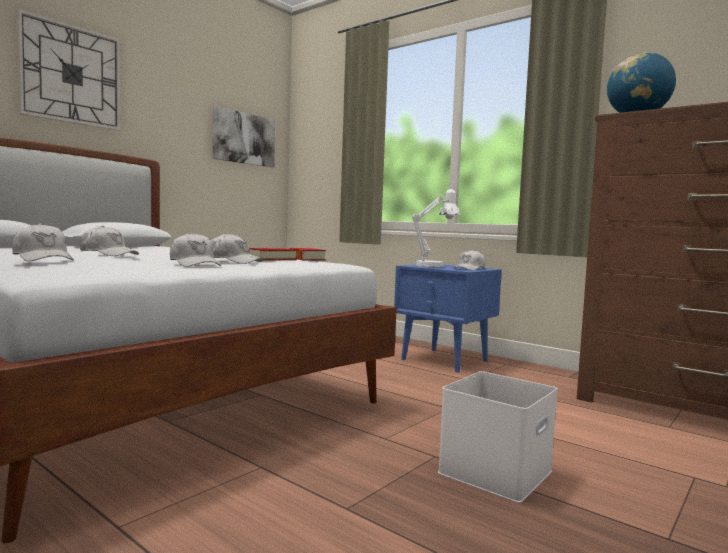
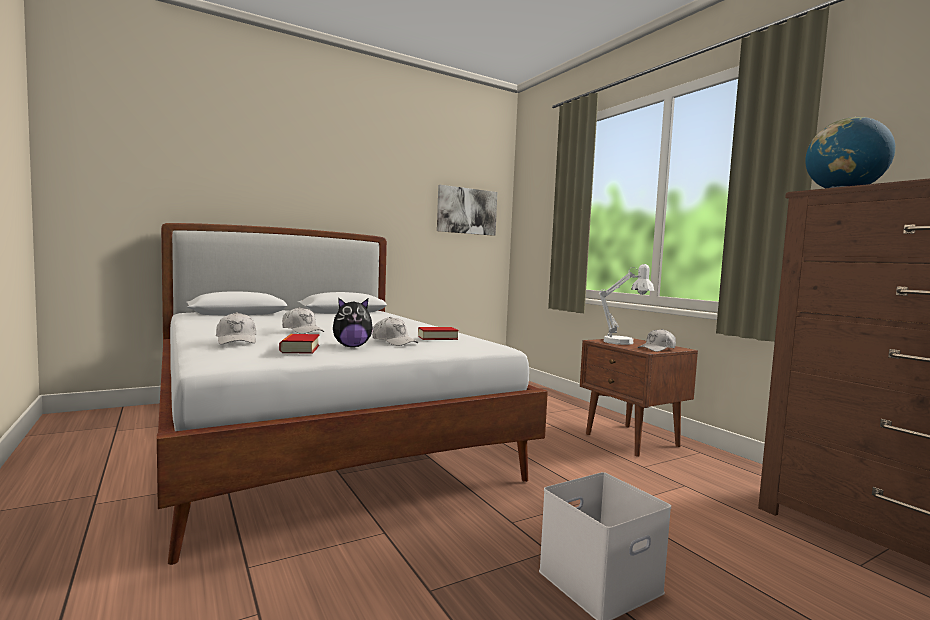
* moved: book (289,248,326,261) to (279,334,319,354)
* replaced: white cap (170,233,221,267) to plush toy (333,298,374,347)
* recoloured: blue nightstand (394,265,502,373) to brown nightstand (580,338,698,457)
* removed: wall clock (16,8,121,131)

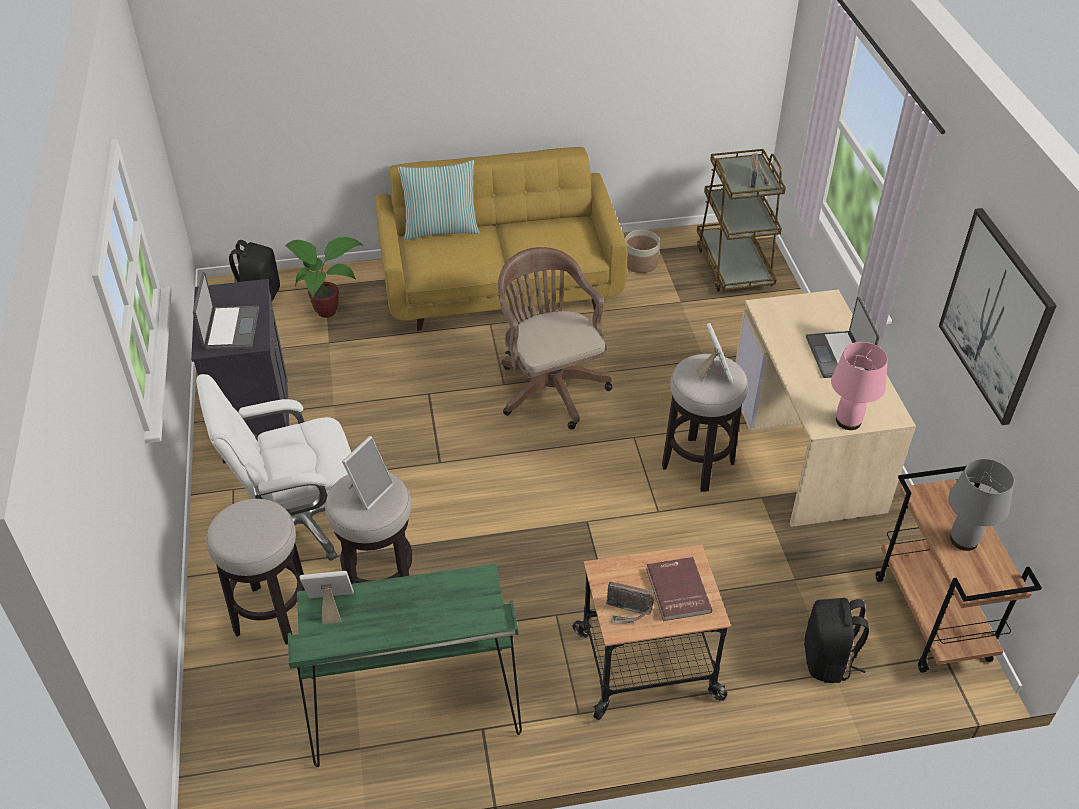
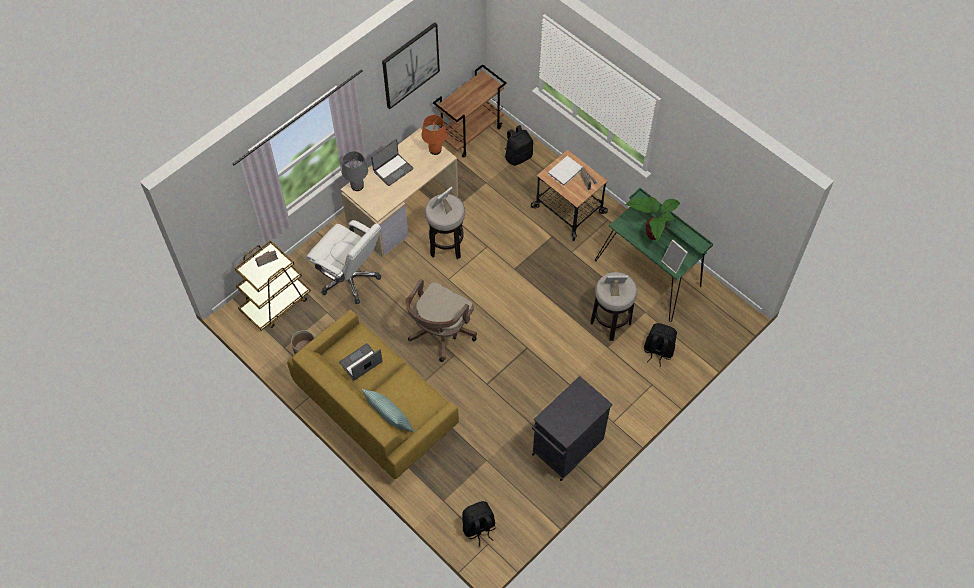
* moved: white office chair (196,374,351,561) to (306,220,381,304)
* moved: laptop (193,272,259,350) to (339,343,383,380)
* moved: grey table lamp (948,459,1014,551) to (342,151,368,191)
* recoloured: pink table lamp (831,342,888,430) to orange table lamp (421,115,447,155)
* recoloured: red book (646,557,712,621) to white book (548,156,583,186)
* moved: potted plant (285,237,364,318) to (626,197,680,242)
* replaced: stool (206,499,305,645) to black backpack (644,323,677,367)

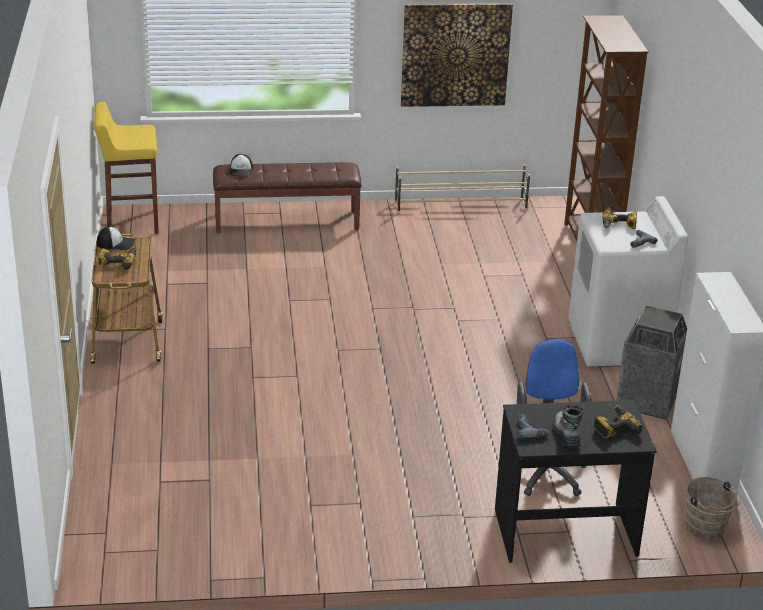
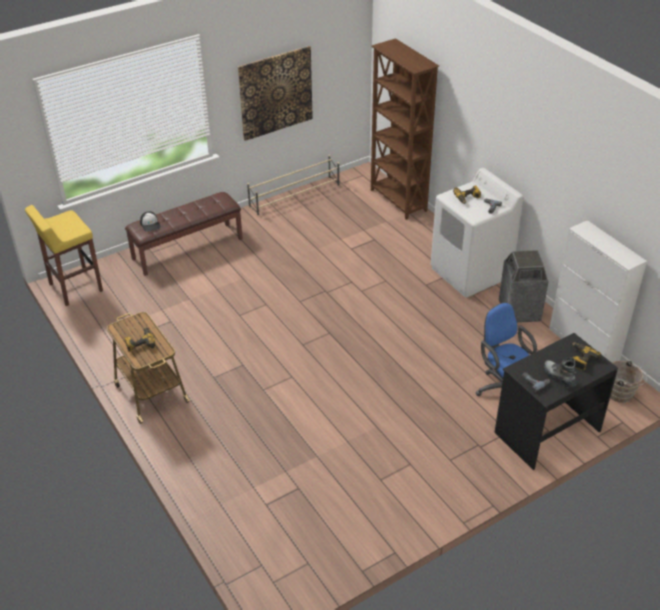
* removed: cap (97,226,135,250)

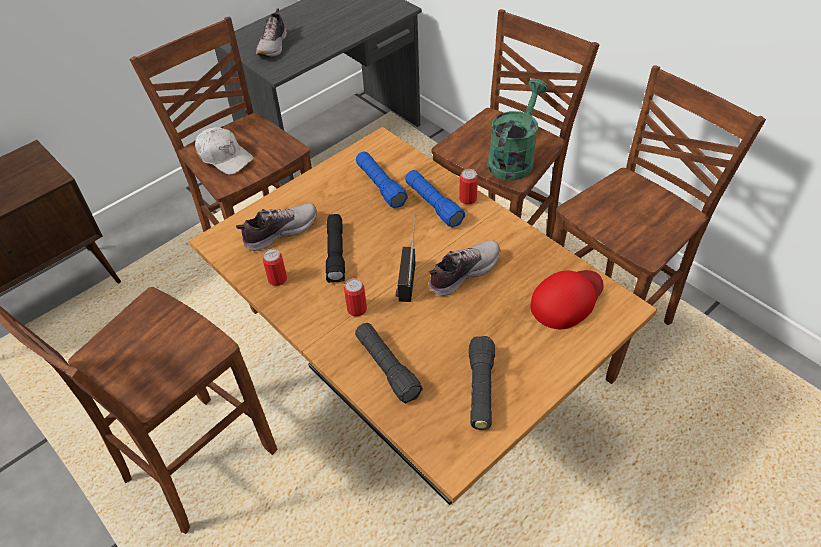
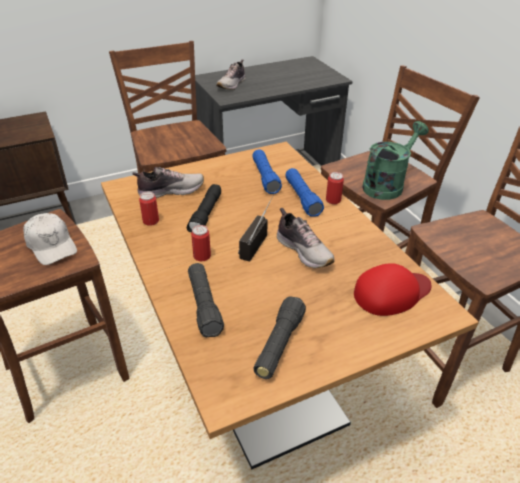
* moved: white cap (195,127,254,175) to (23,213,77,265)
* turned: shoe (429,240,500,296) = (277,208,334,268) 75 degrees clockwise

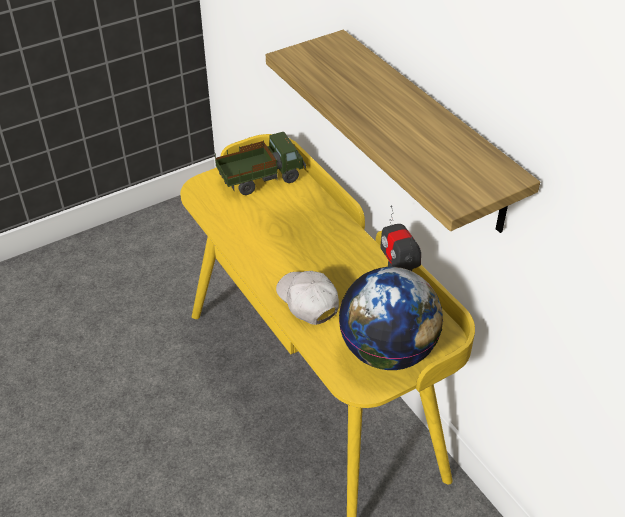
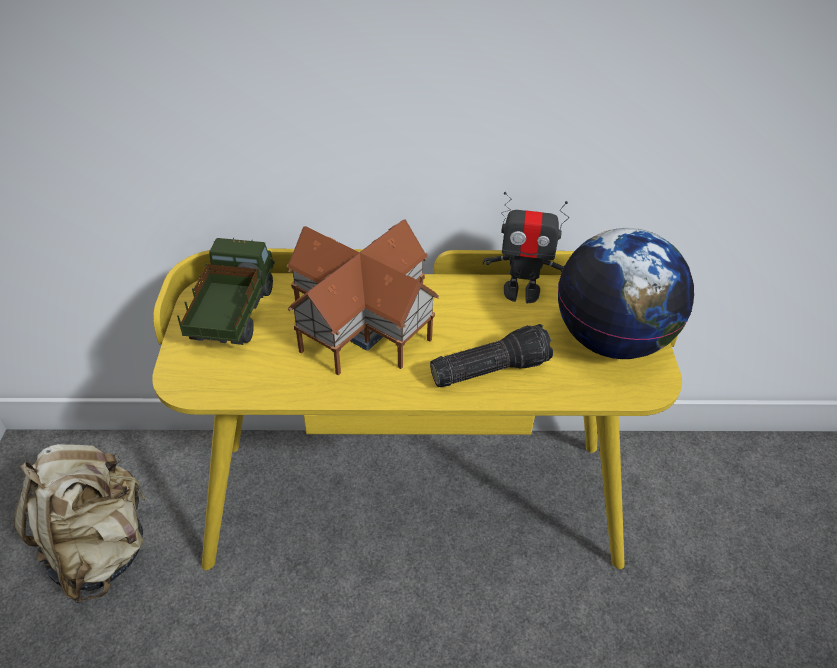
* added: beige backpack (14,444,147,603)
* added: toy house (286,219,439,375)
* replaced: white cap (276,271,339,325) to flashlight (430,324,553,387)
* removed: shelf (266,30,540,233)

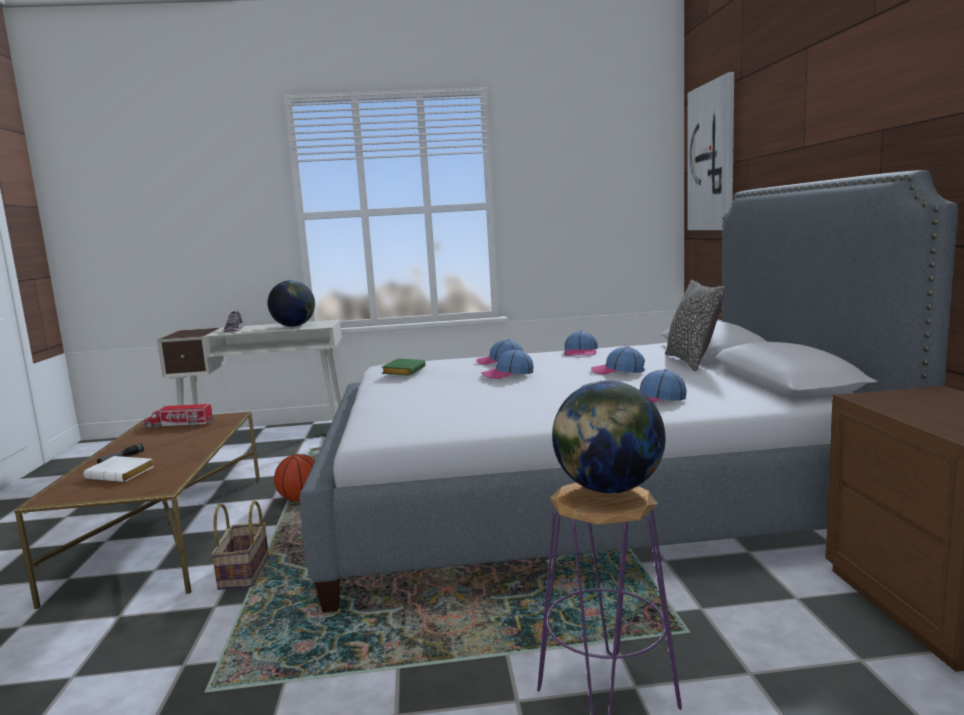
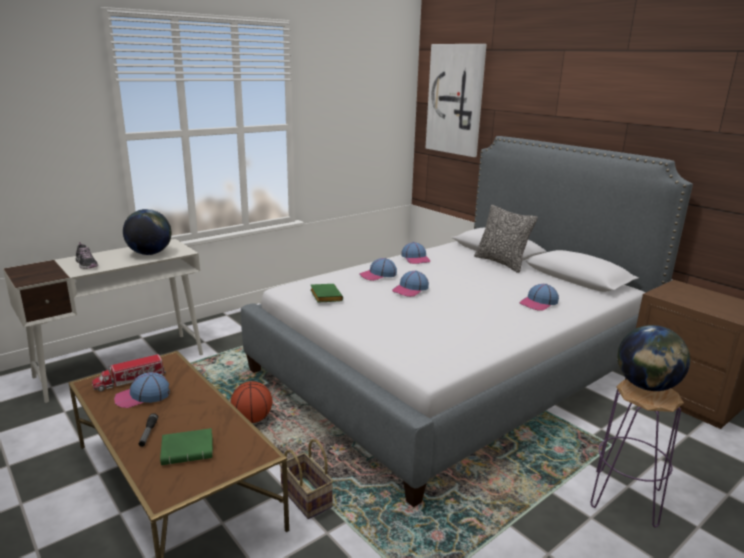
* moved: cap (591,346,645,375) to (114,372,170,408)
* recoloured: white book (84,456,154,482) to green book (160,428,213,465)

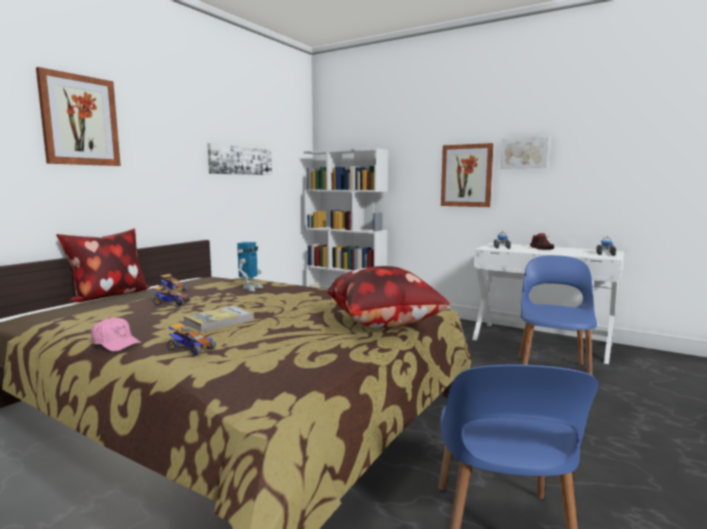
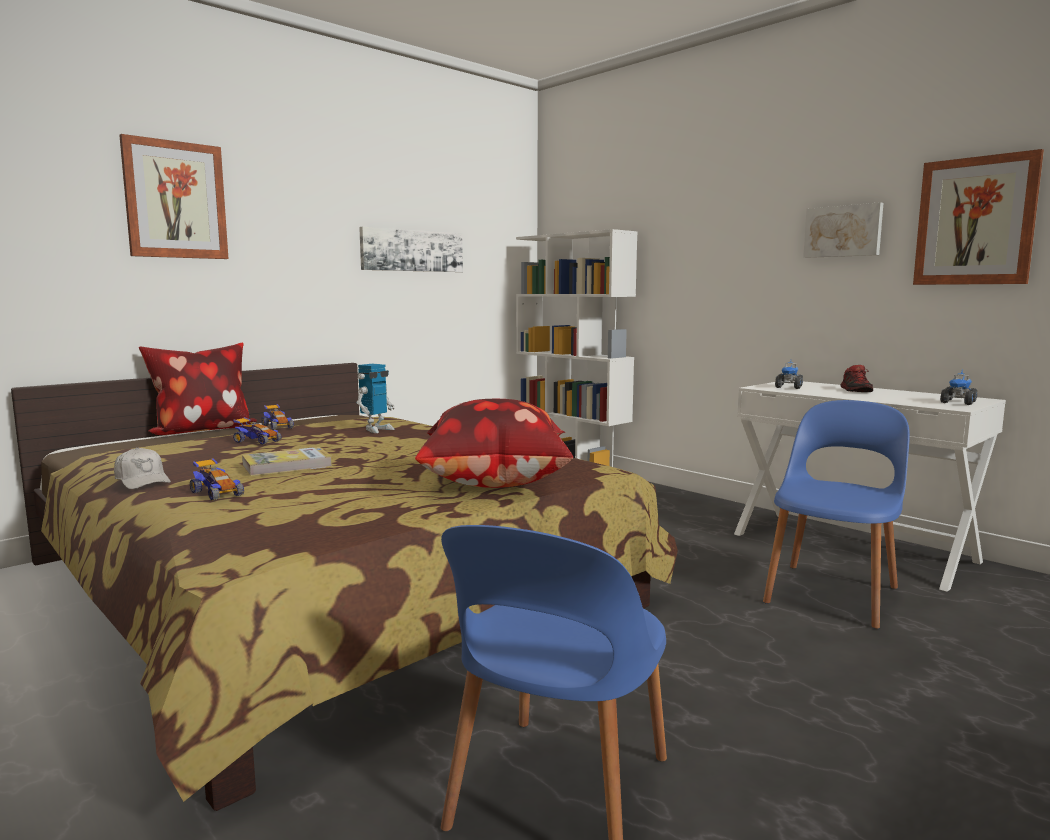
* recoloured: pink cap (91,317,142,352) to white cap (114,447,171,489)
* moved: picture (441,143,494,207) to (913,149,1044,285)

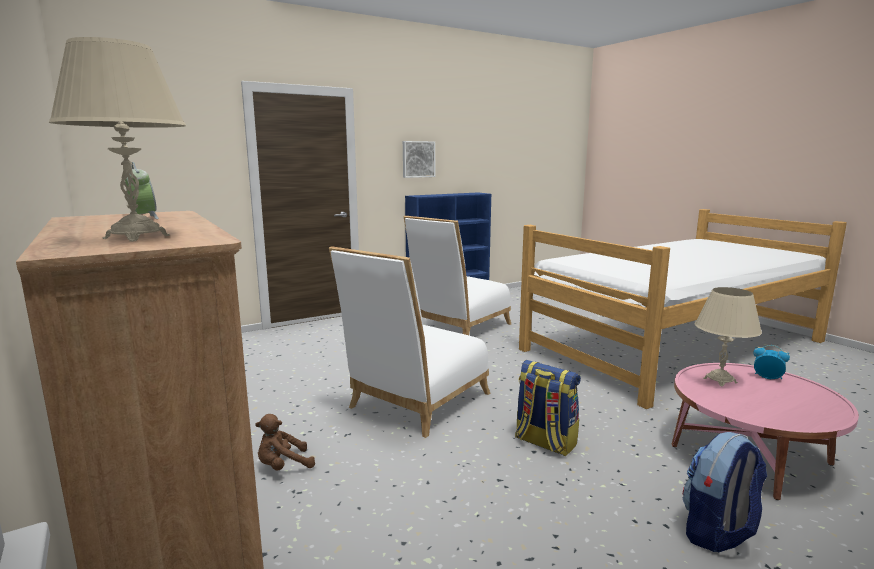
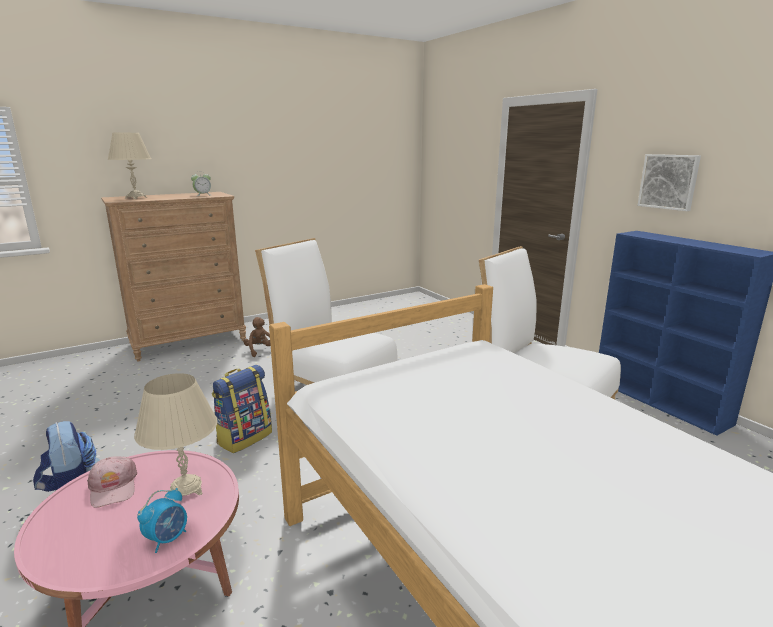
* added: pink cap (87,456,137,508)

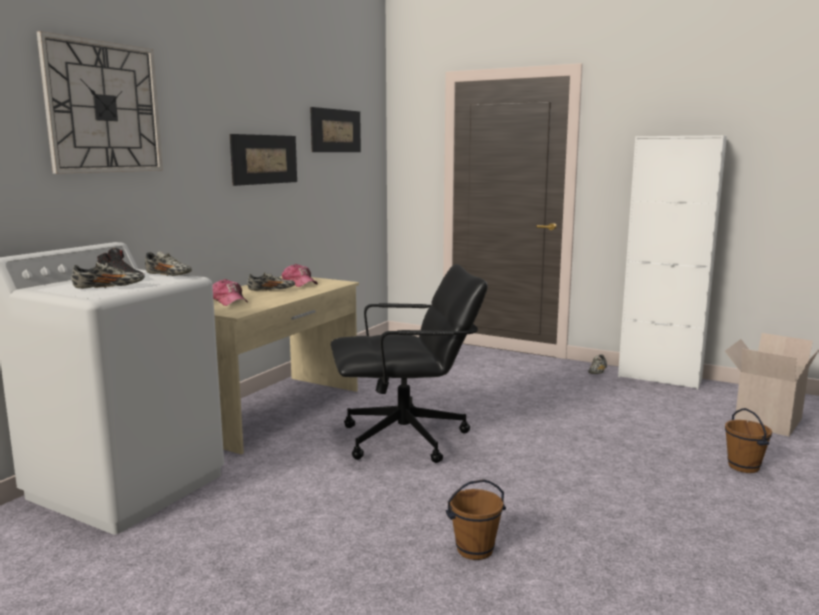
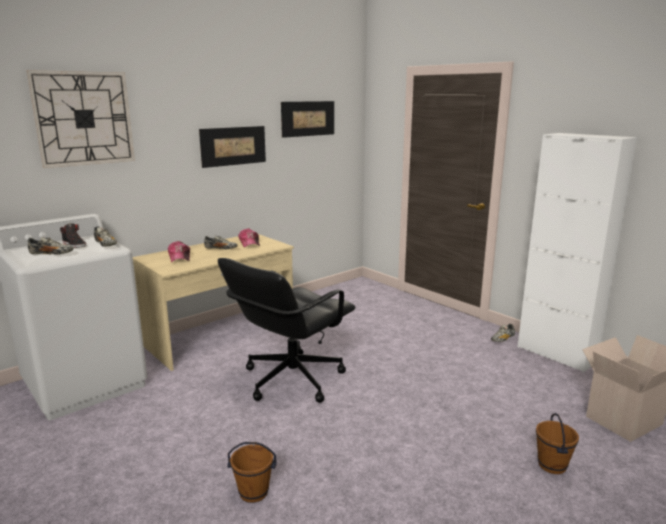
* turned: black office chair (331,264,488,463) = (218,258,355,403) 120 degrees clockwise

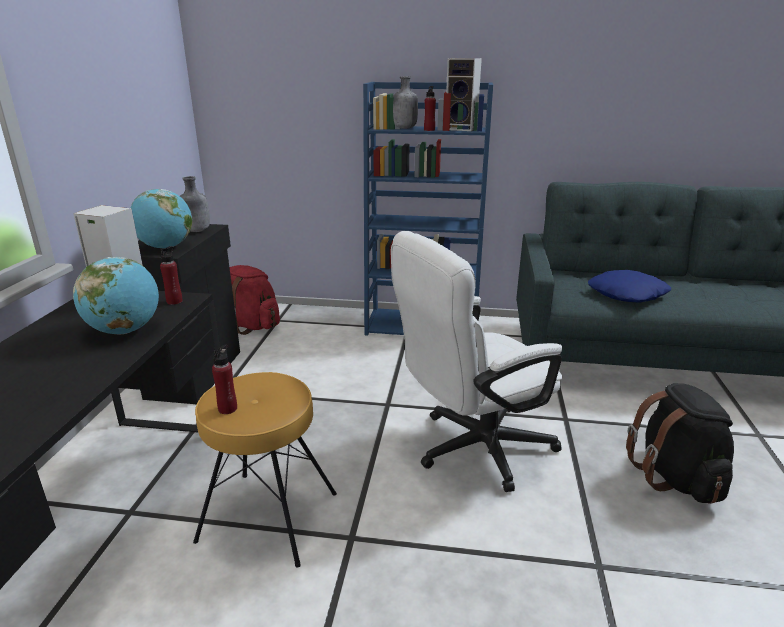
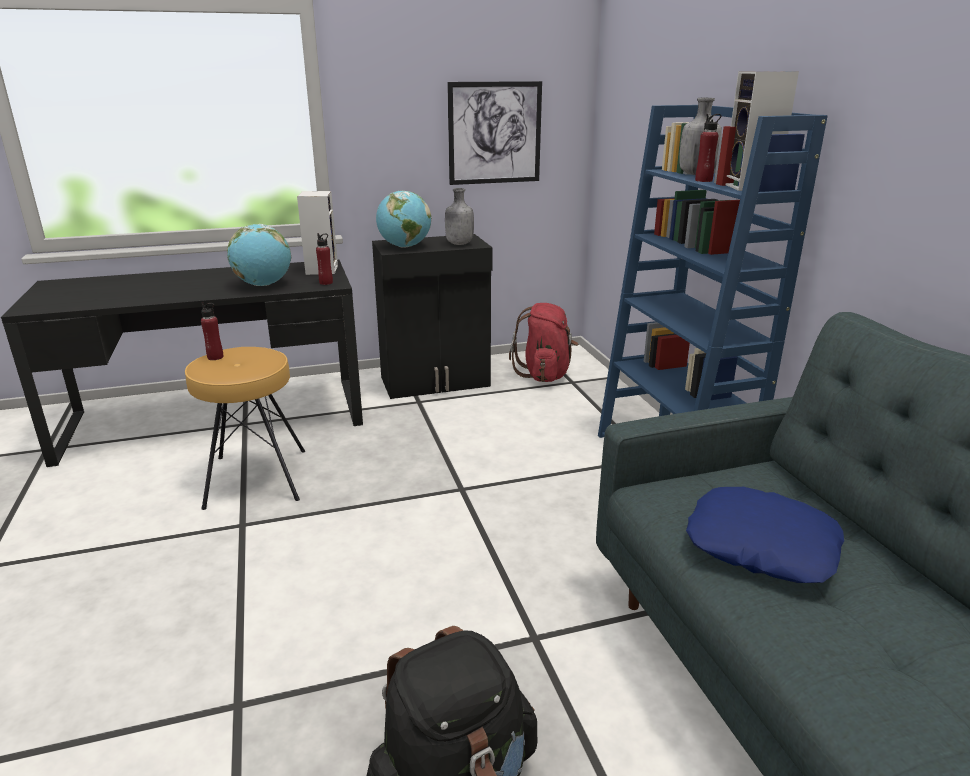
* added: picture (447,81,542,185)
* removed: white office chair (391,231,562,492)

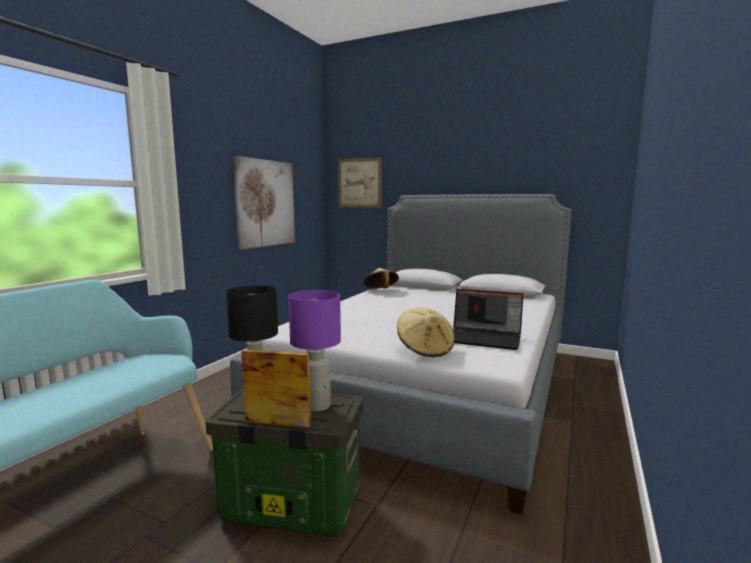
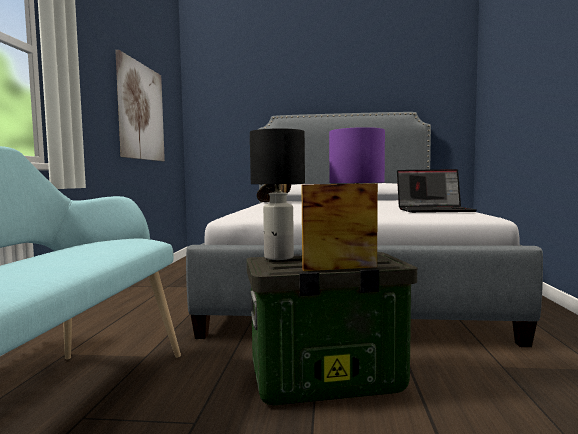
* removed: picture (338,157,382,208)
* removed: beige hat (397,307,455,357)

